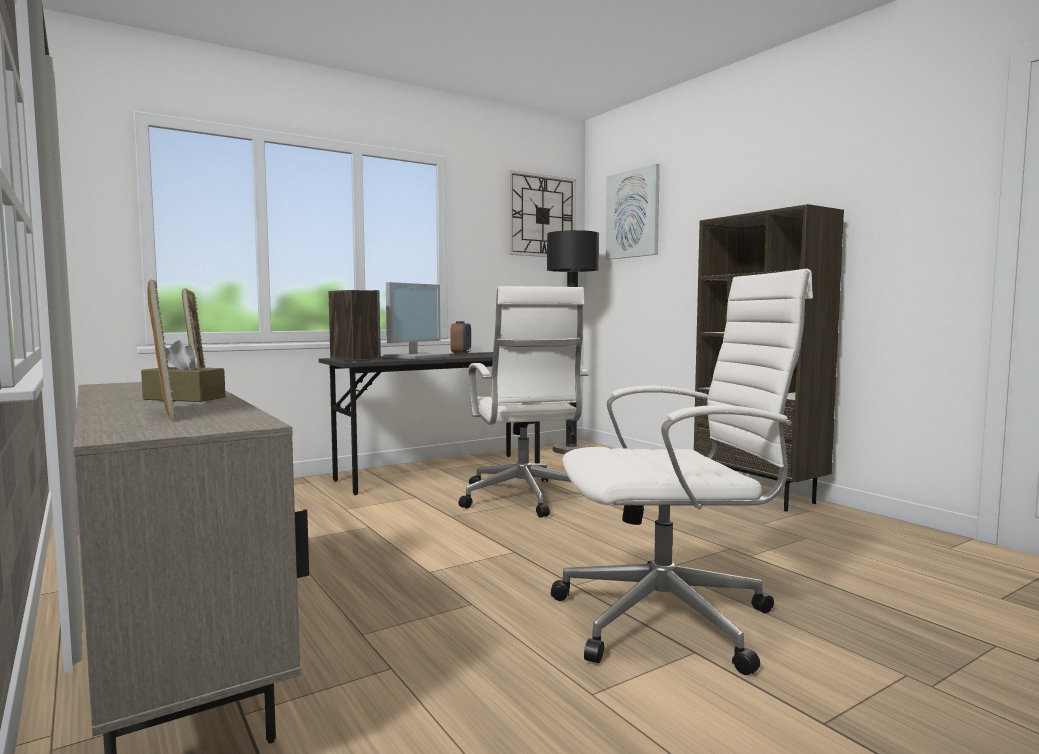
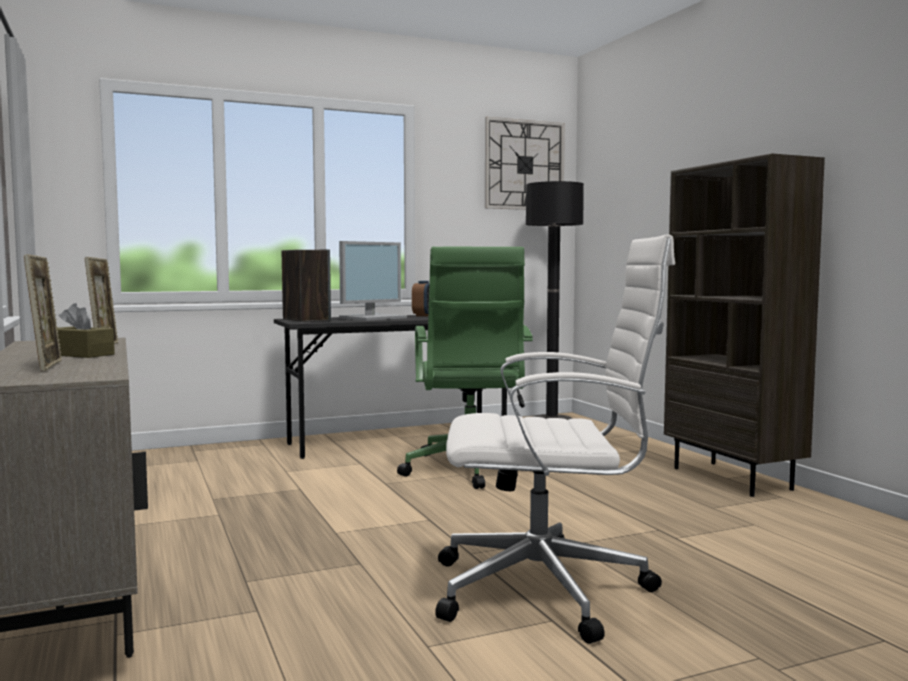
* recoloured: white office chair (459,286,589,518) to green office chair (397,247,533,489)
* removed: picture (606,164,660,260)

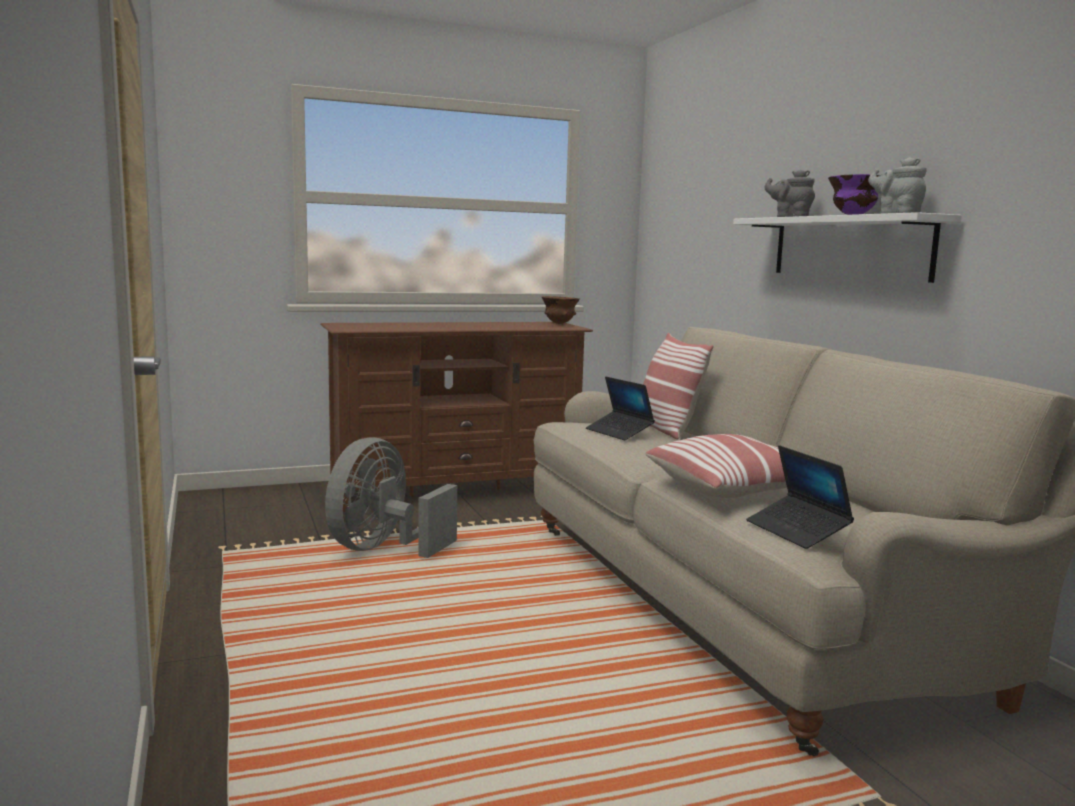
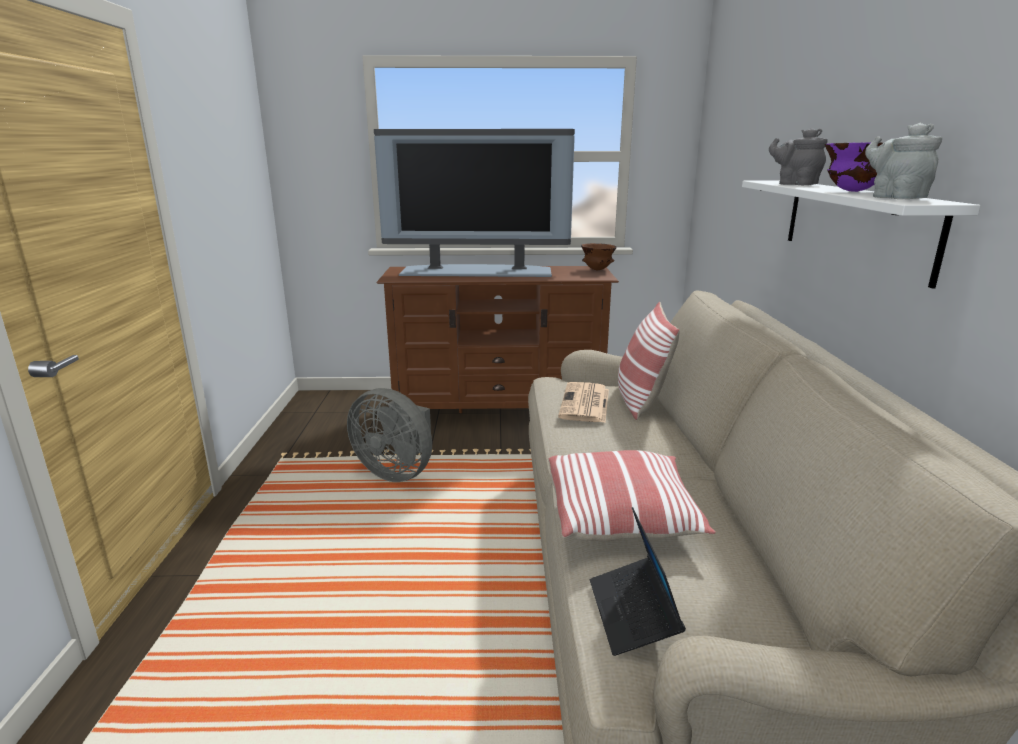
* turned: grey fan (325,437,457,558) = (347,388,432,482) 105 degrees counterclockwise
* added: television (374,129,575,277)
* replaced: laptop (586,377,655,440) to newspaper (558,382,609,423)

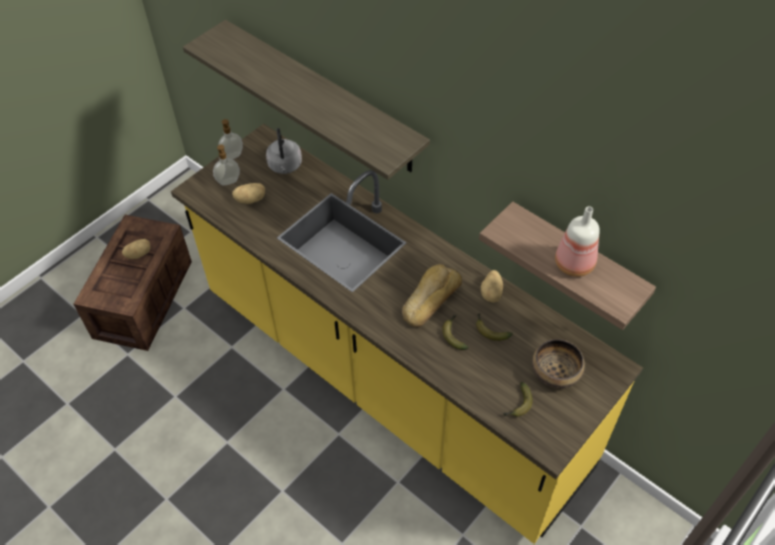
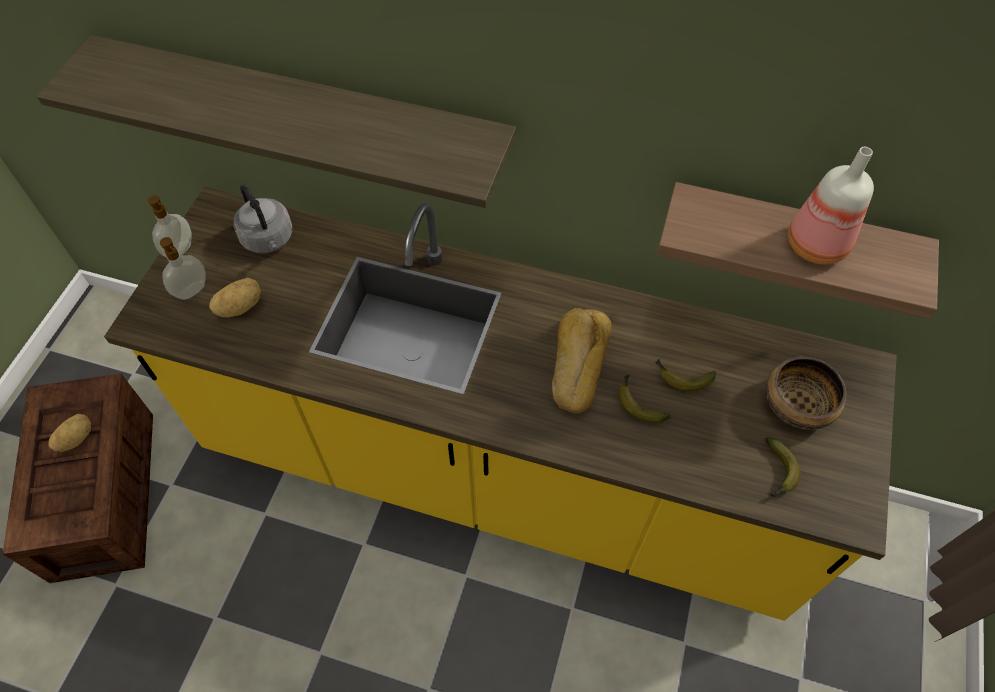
* removed: potato (481,270,503,303)

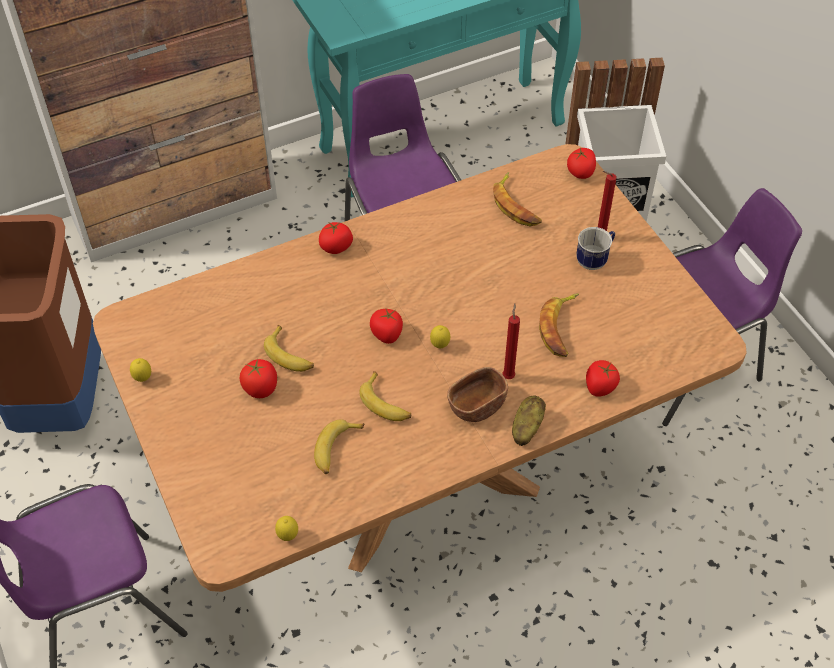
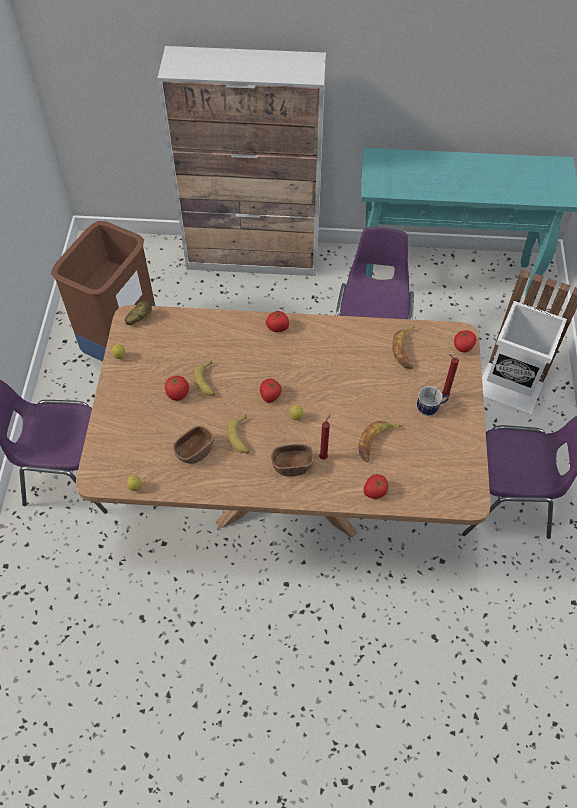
* moved: potato (512,395,546,446) to (125,301,152,325)
* replaced: banana (314,419,365,474) to brown bowl (173,426,214,464)

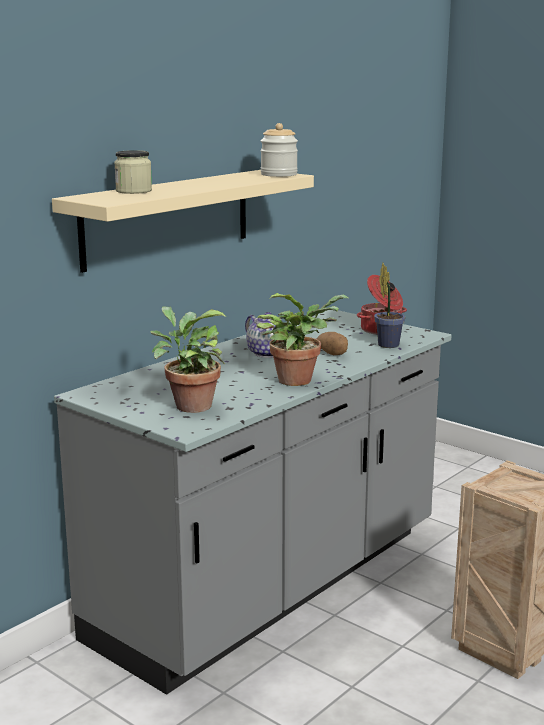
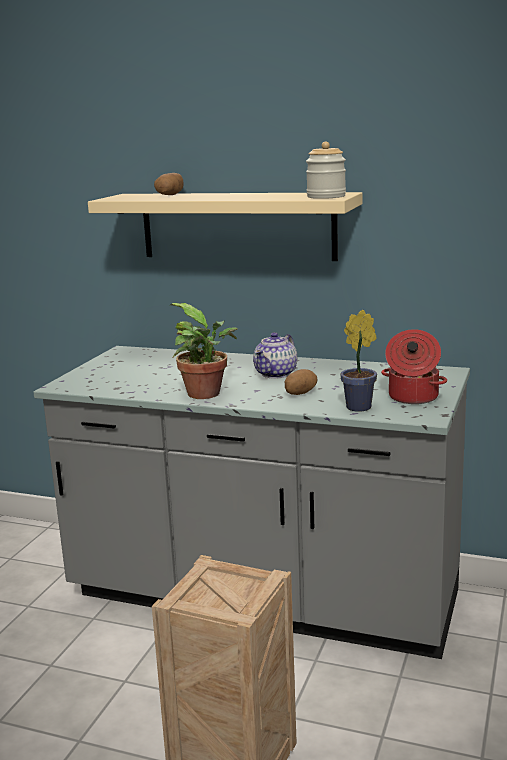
* replaced: jar (114,150,152,194) to potato (154,173,184,195)
* removed: potted plant (150,306,226,413)

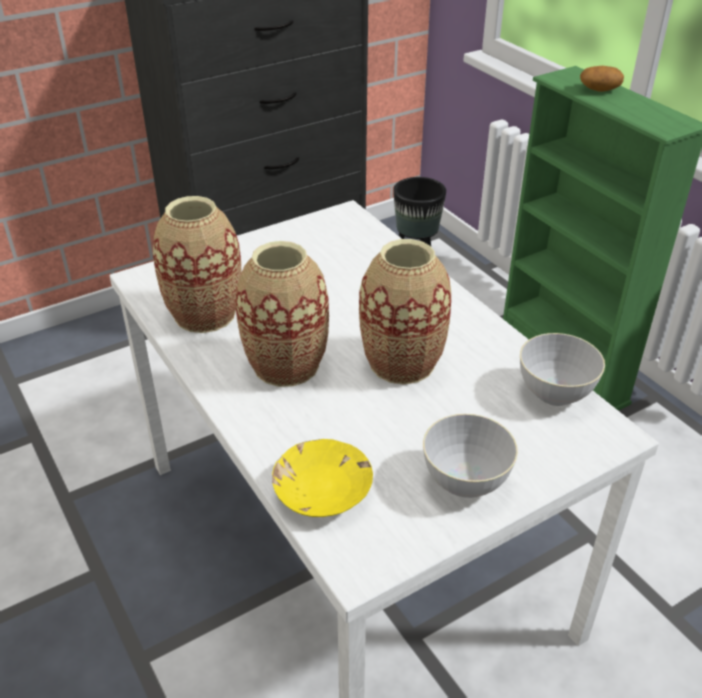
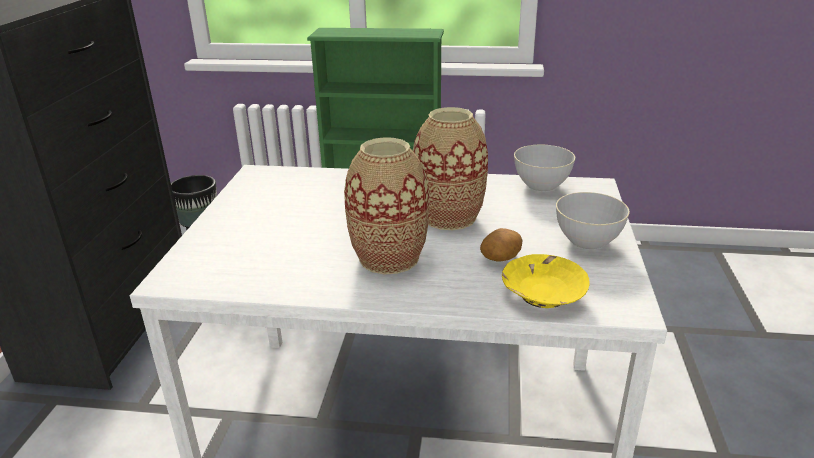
* moved: potato (580,66,624,92) to (480,228,522,262)
* removed: vase (153,196,242,333)

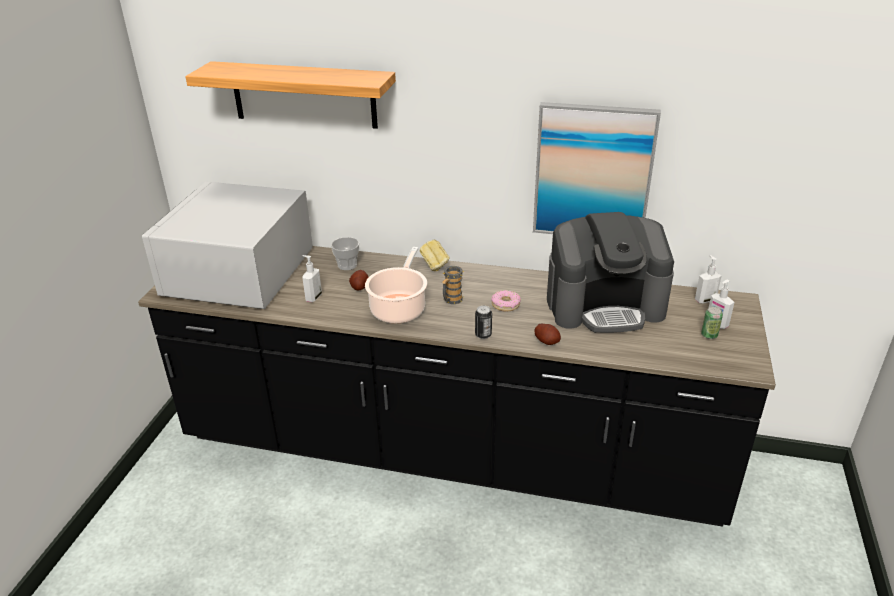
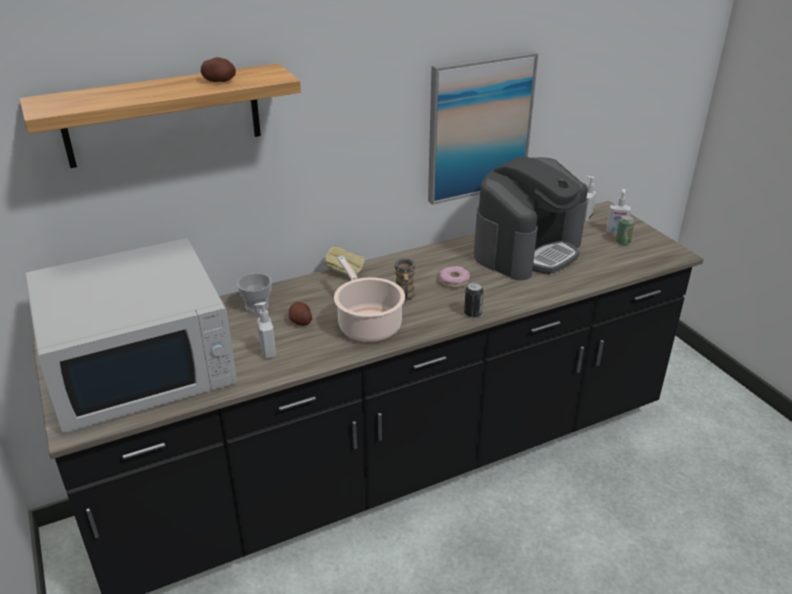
* turned: white microwave (142,181,313,309) = (25,238,237,433) 90 degrees counterclockwise
* moved: potato (534,324,561,345) to (201,57,236,82)

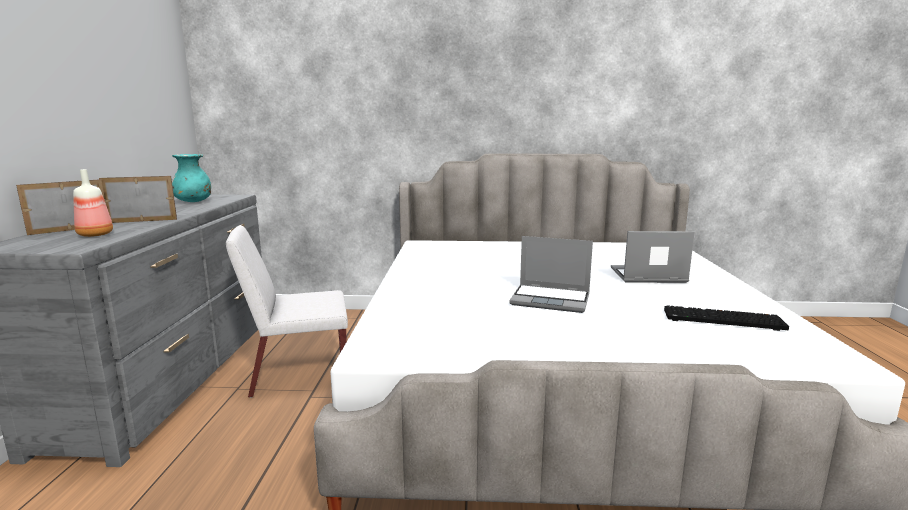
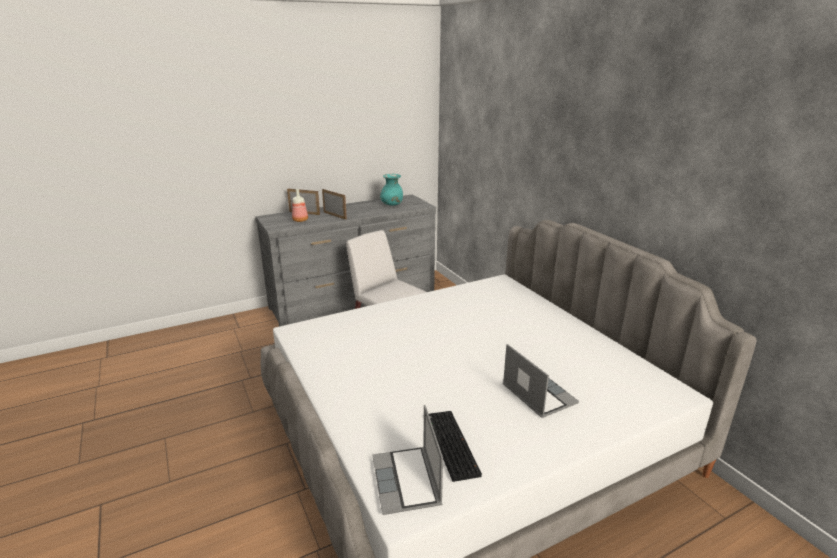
* moved: laptop (509,236,593,313) to (372,405,443,515)

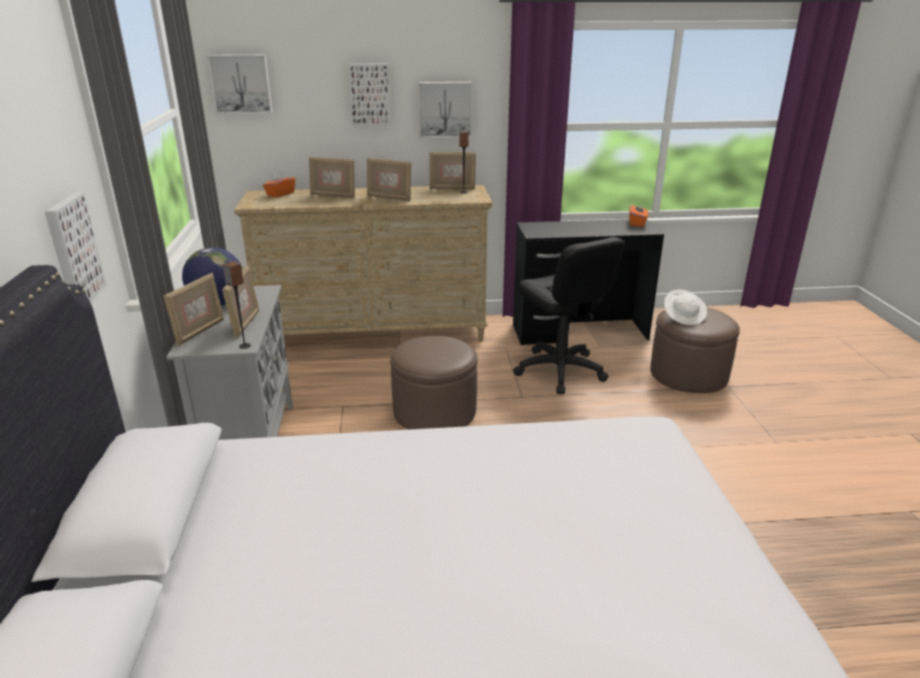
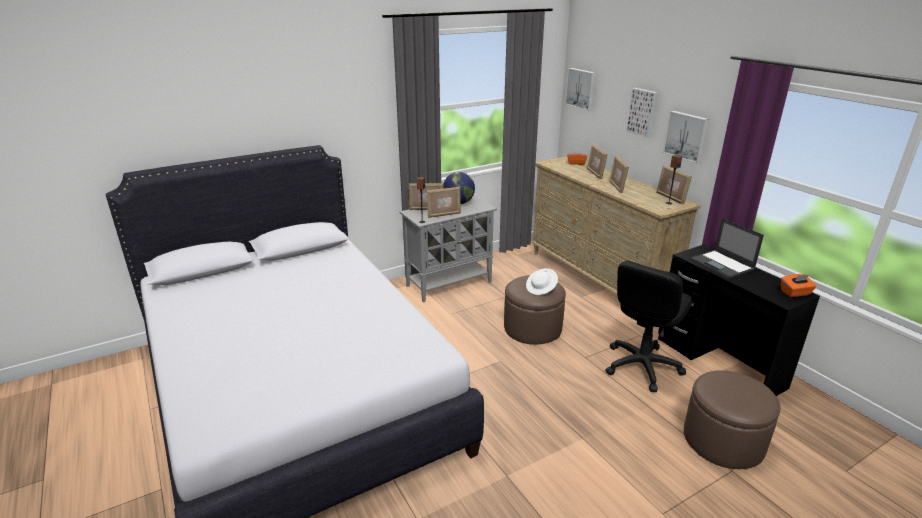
* moved: white hat (664,290,707,325) to (526,268,558,295)
* added: laptop (690,218,764,279)
* removed: picture (45,192,107,302)

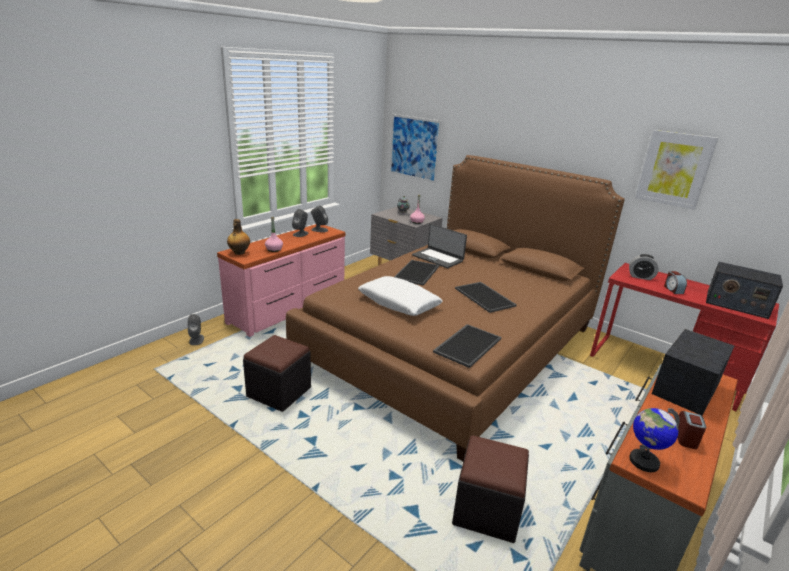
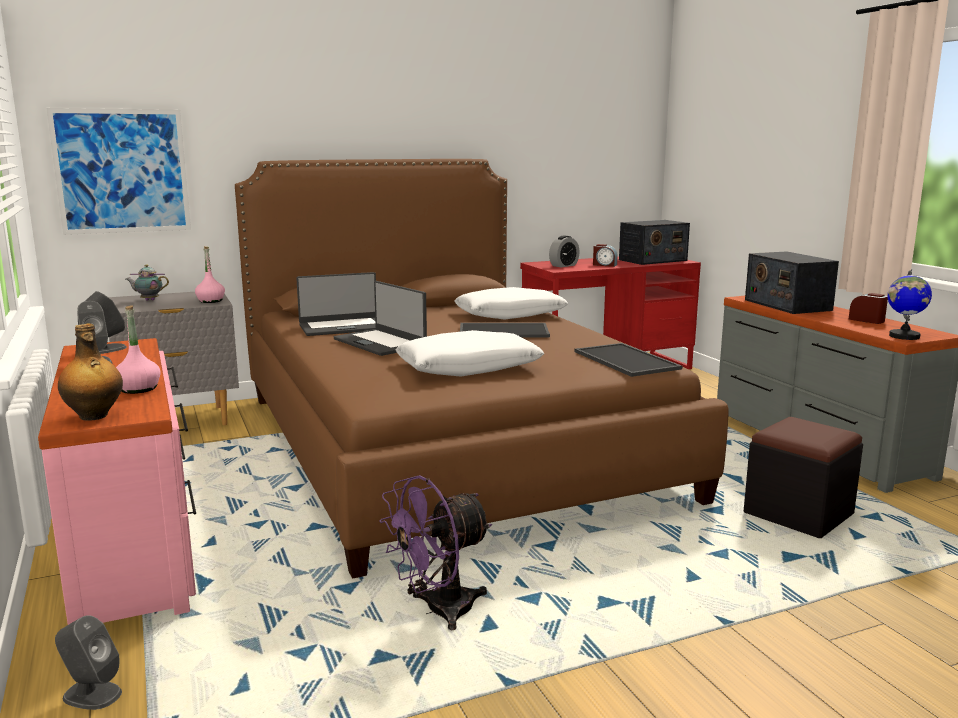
* replaced: tray (395,260,439,286) to laptop (334,281,427,356)
* replaced: black ottoman (243,335,311,412) to purple fan (379,475,492,630)
* added: white pillow (455,287,568,320)
* removed: picture (635,130,718,210)

